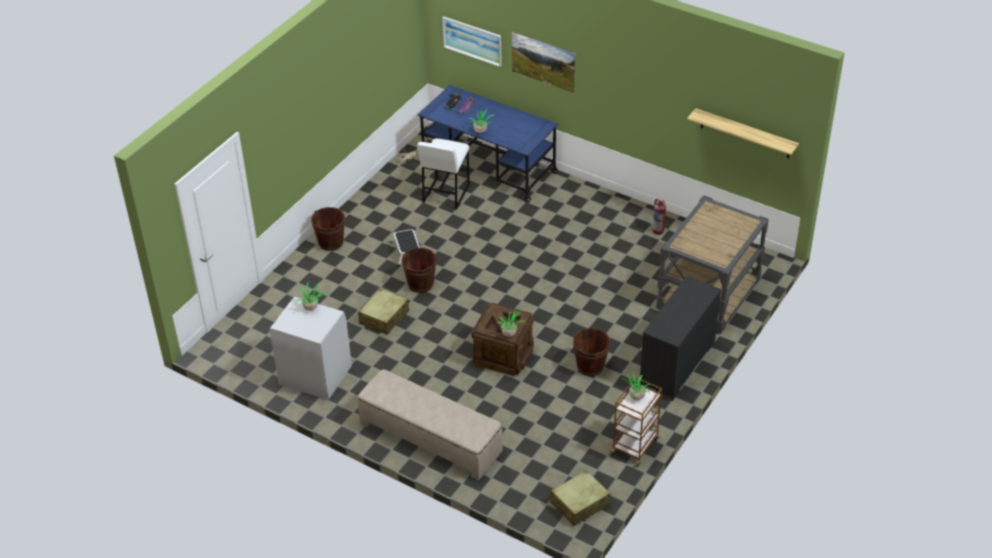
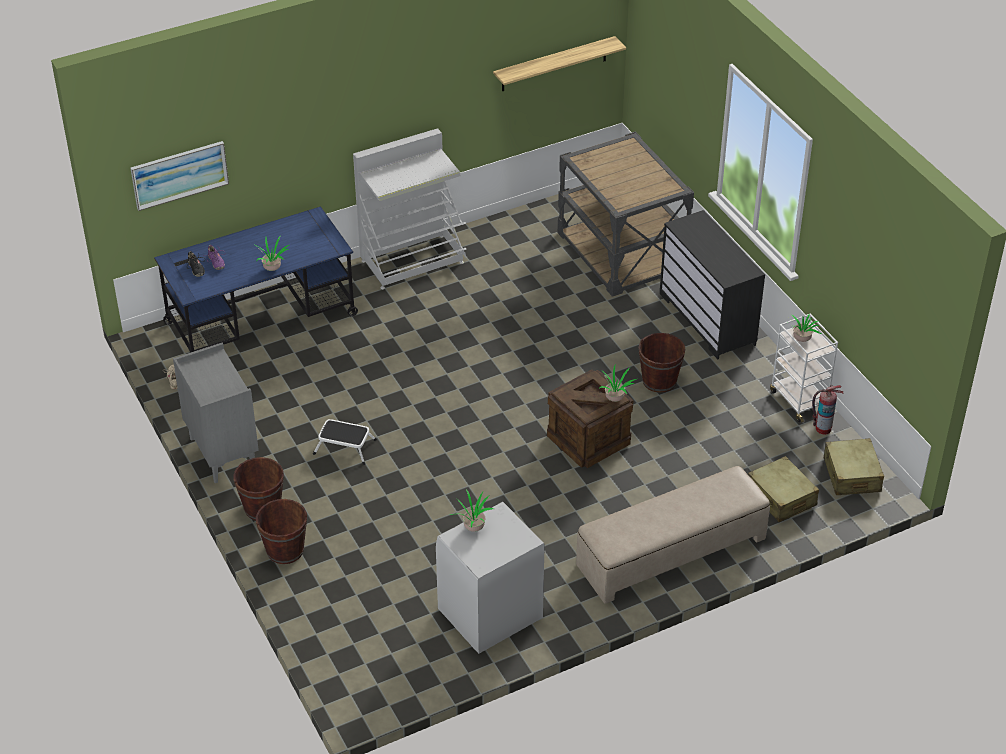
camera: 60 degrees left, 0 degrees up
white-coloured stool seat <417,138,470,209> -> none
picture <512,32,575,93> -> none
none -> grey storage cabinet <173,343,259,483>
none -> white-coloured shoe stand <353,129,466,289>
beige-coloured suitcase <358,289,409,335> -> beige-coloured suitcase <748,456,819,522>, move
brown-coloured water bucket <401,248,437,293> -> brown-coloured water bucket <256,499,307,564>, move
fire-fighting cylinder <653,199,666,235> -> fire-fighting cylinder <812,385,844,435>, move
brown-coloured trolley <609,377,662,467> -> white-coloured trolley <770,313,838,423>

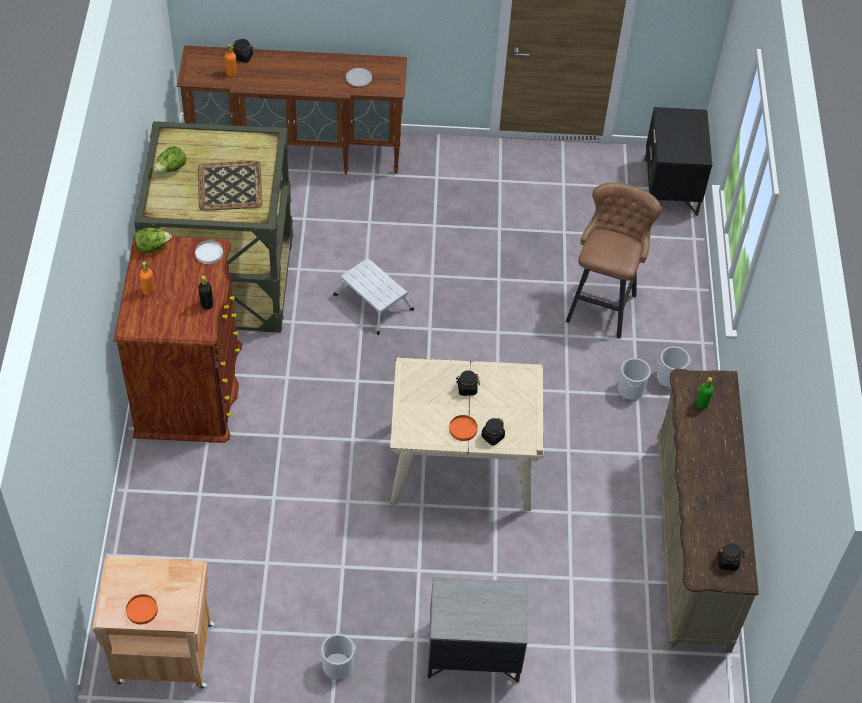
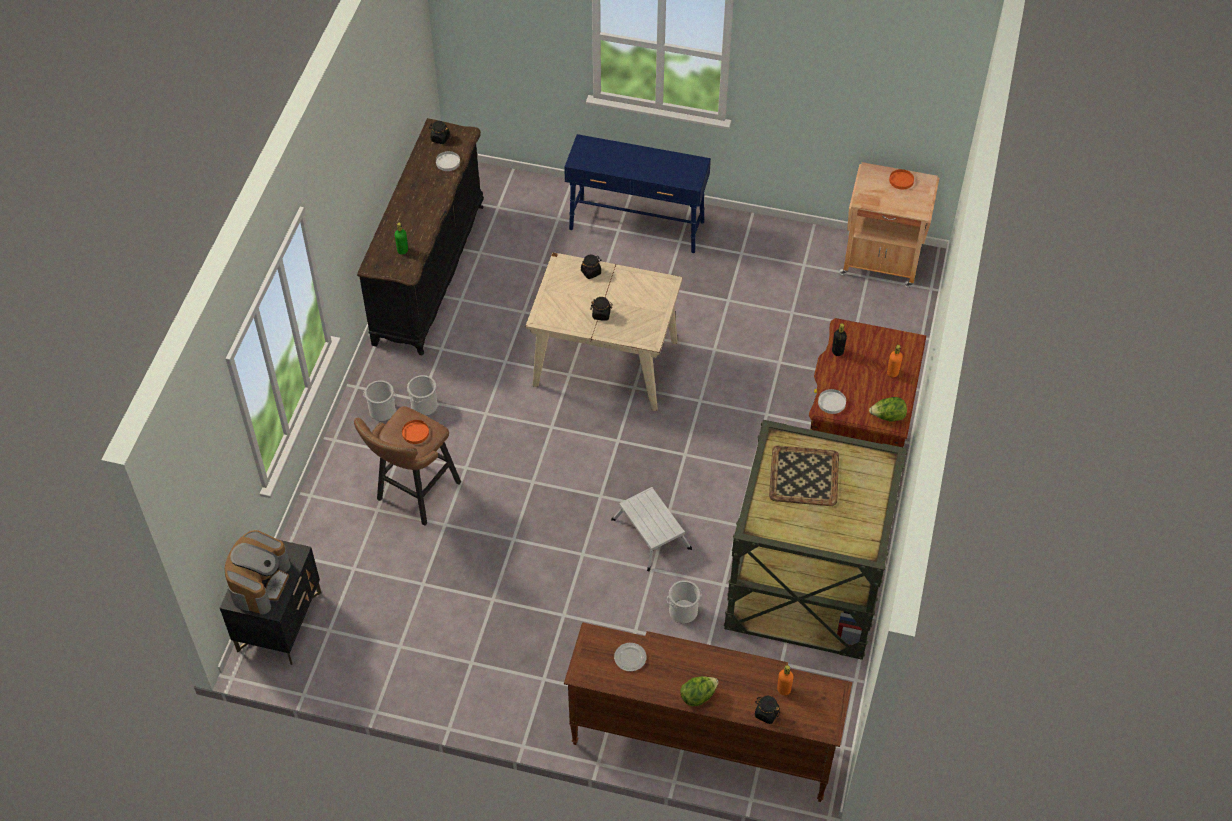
camera: 165 degrees left, 0 degrees up
none -> coffee maker <225,530,291,614>
none -> white-coloured flat dish <436,151,460,171>
lettuce <153,146,187,172> -> lettuce <680,676,719,706>, move
water bucket <320,634,356,680> -> water bucket <667,580,702,624>, move
orangey flat dish <449,415,478,441> -> orangey flat dish <402,420,429,444>, move
grey nightstand <428,578,527,683> -> blue-coloured console table <564,134,711,253>
beige-coloured storage cabinet <656,368,758,653> -> black storage cabinet <357,118,484,355>

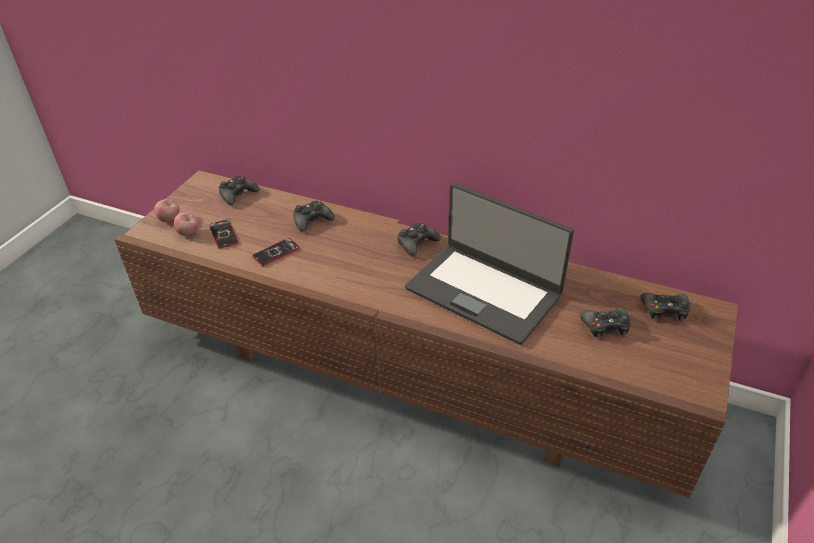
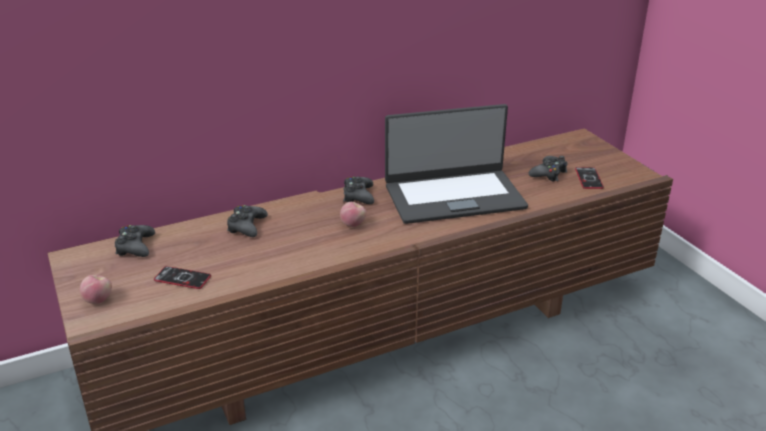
camera: 50 degrees left, 10 degrees down
black joypad <640,293,690,322> -> none
apple fruit <174,213,199,236> -> apple fruit <340,202,367,227>, move
handset <252,238,300,266> -> handset <575,167,604,189>, move

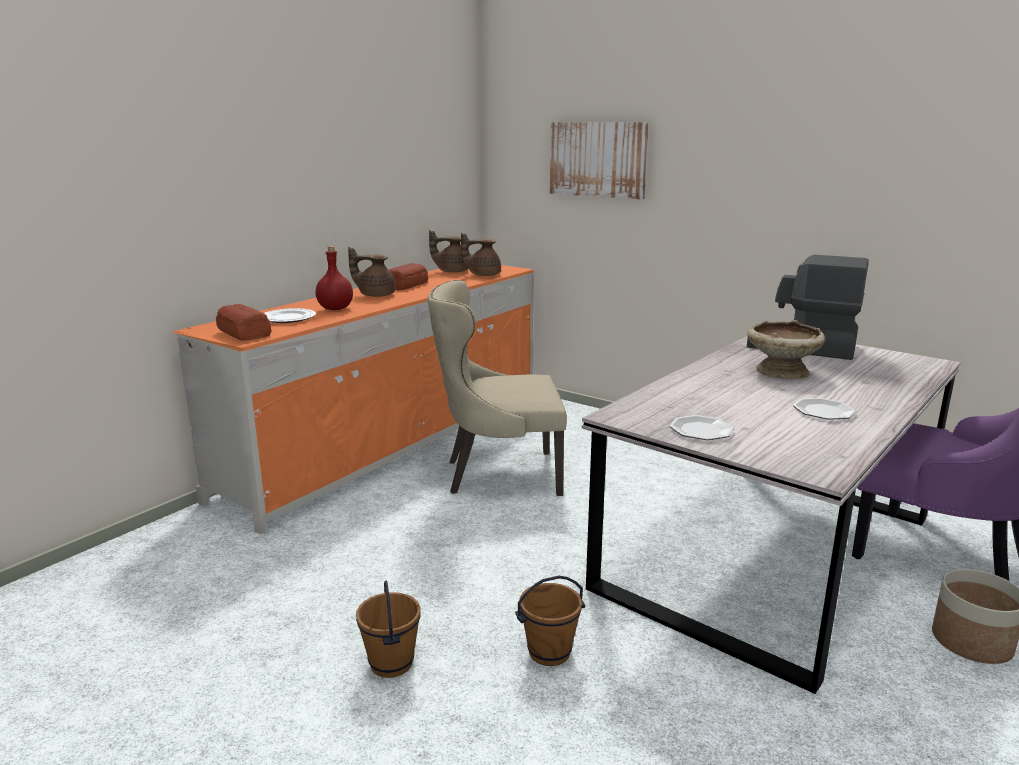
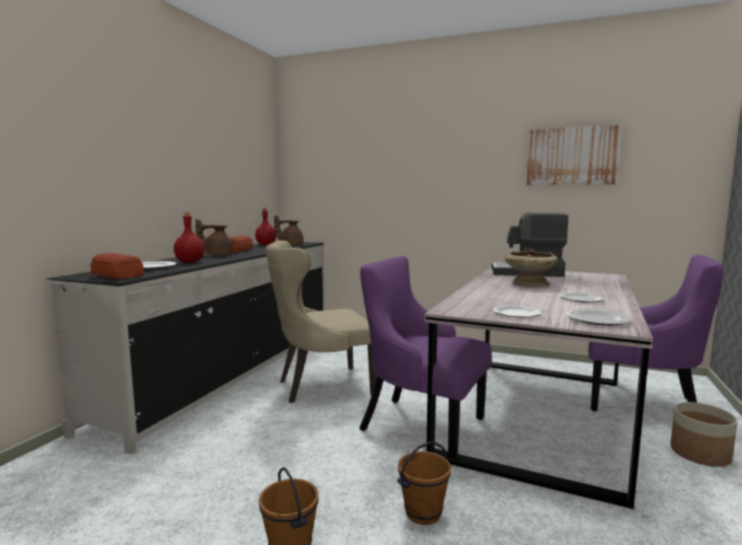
camera: 15 degrees left, 10 degrees down
none -> purple-coloured chair <359,256,492,459>
none -> flat dish <566,309,632,326>
picture <550,122,649,199> -> picture <526,125,622,185>, move
brown-coloured pot for tea <429,230,468,273> -> red-coloured beverage bottle <255,208,276,245>
orangey storage cabinet <172,265,534,535> -> black storage cabinet <47,241,324,454>

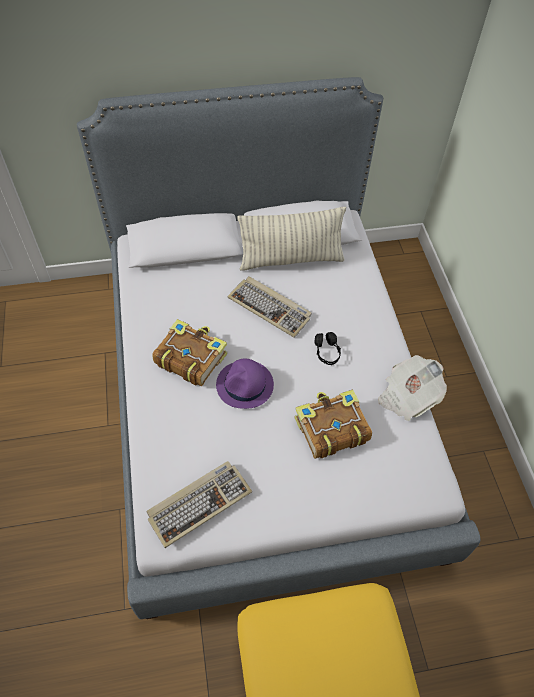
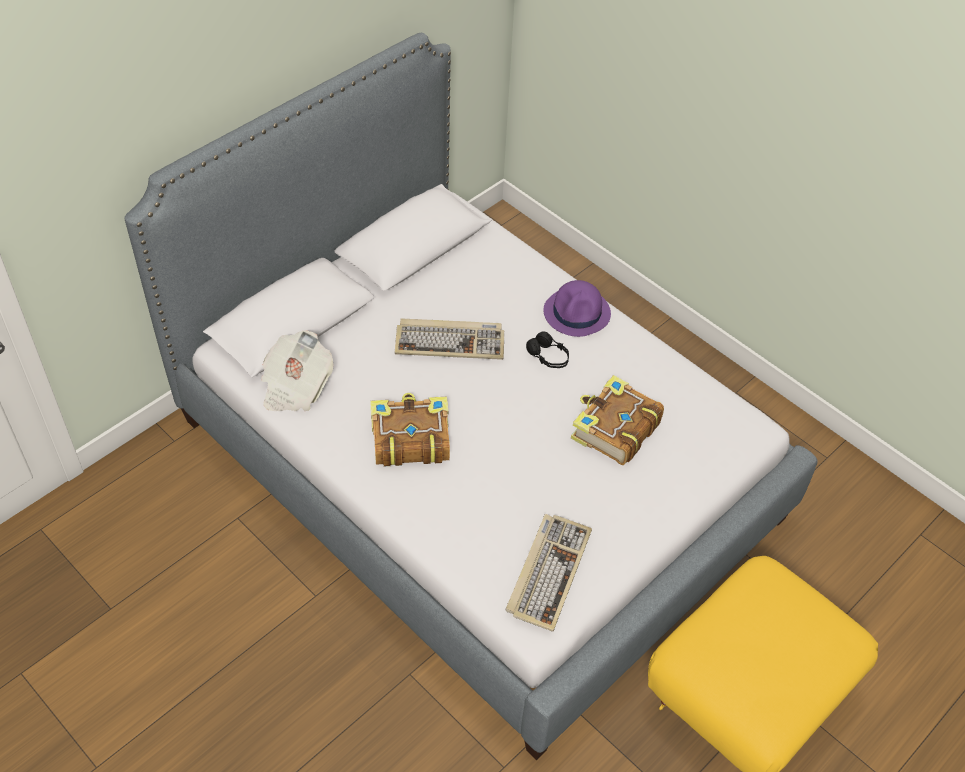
camera: 35 degrees left, 5 degrees down
throw pillow <237,207,346,271> -> none
purple-coloured clothing hat <216,359,274,409> -> purple-coloured clothing hat <544,280,611,337>, move
daily paper <378,355,447,421> -> daily paper <261,330,334,411>, move

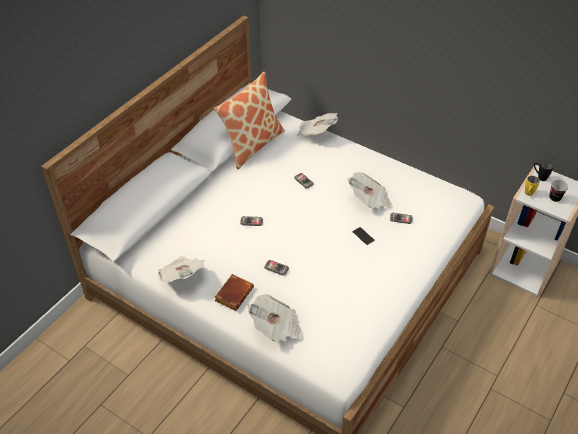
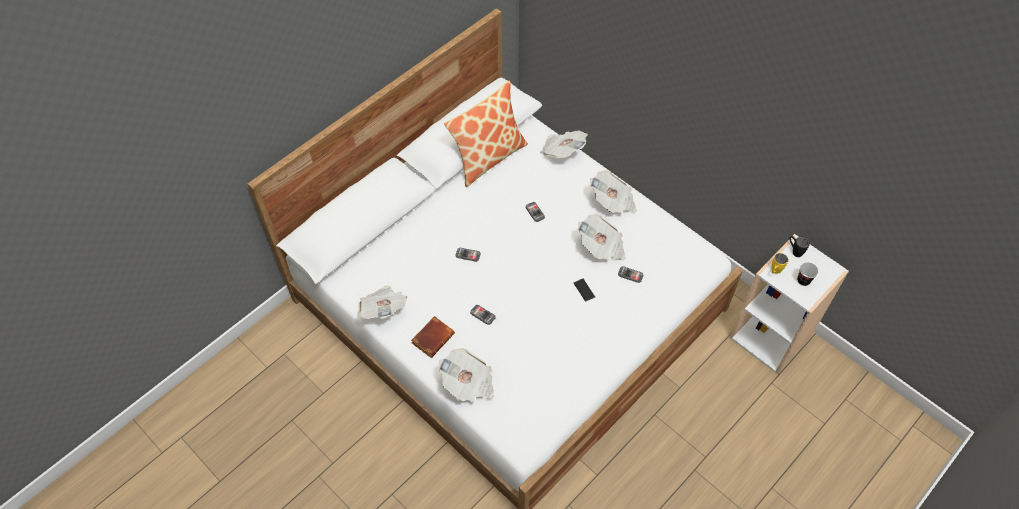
camera: 10 degrees right, 10 degrees up
none -> daily paper <590,171,637,214>

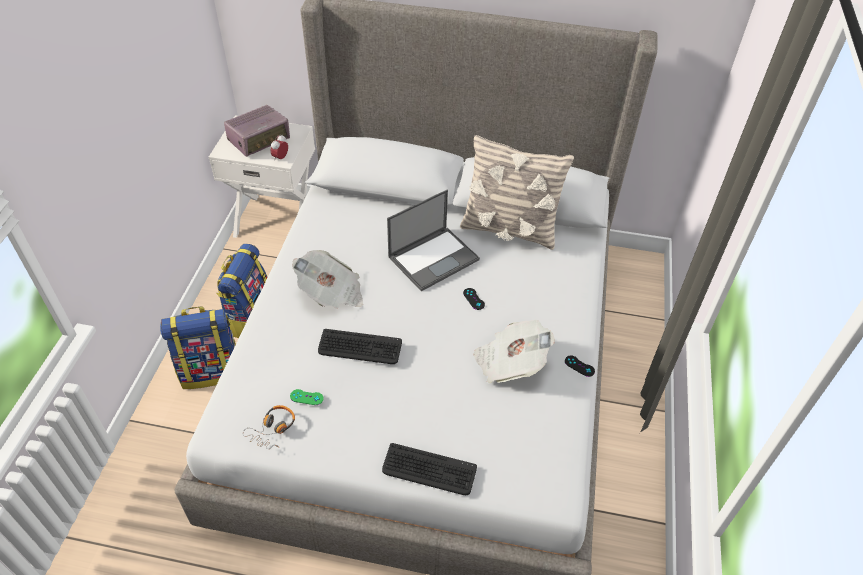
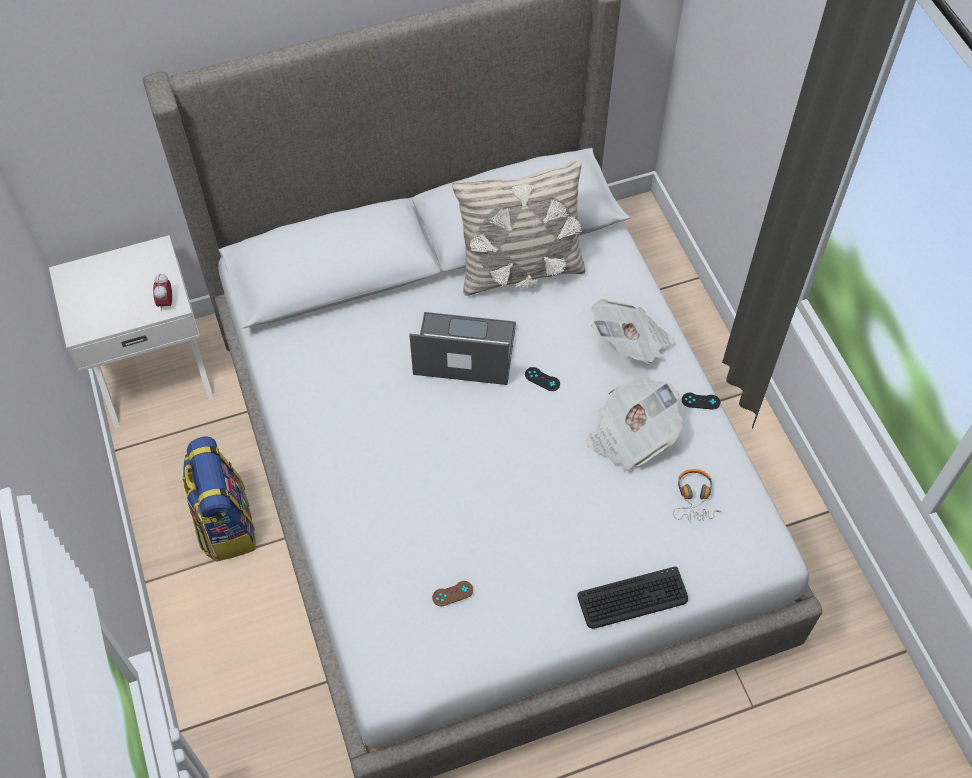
camera: 30 degrees left, 10 degrees up
rucksack <160,306,236,389> -> none
radio <224,105,290,157> -> none
PC keyboard <318,329,402,364> -> none
headset <243,405,295,449> -> headset <673,469,719,522>, move
daily paper <292,250,363,309> -> daily paper <591,299,675,363>, move
greenish joypad <290,389,324,405> -> brown-coloured joypad <432,581,473,606>
portable computer <387,190,480,291> -> portable computer <409,312,516,385>, 105 degrees counterclockwise

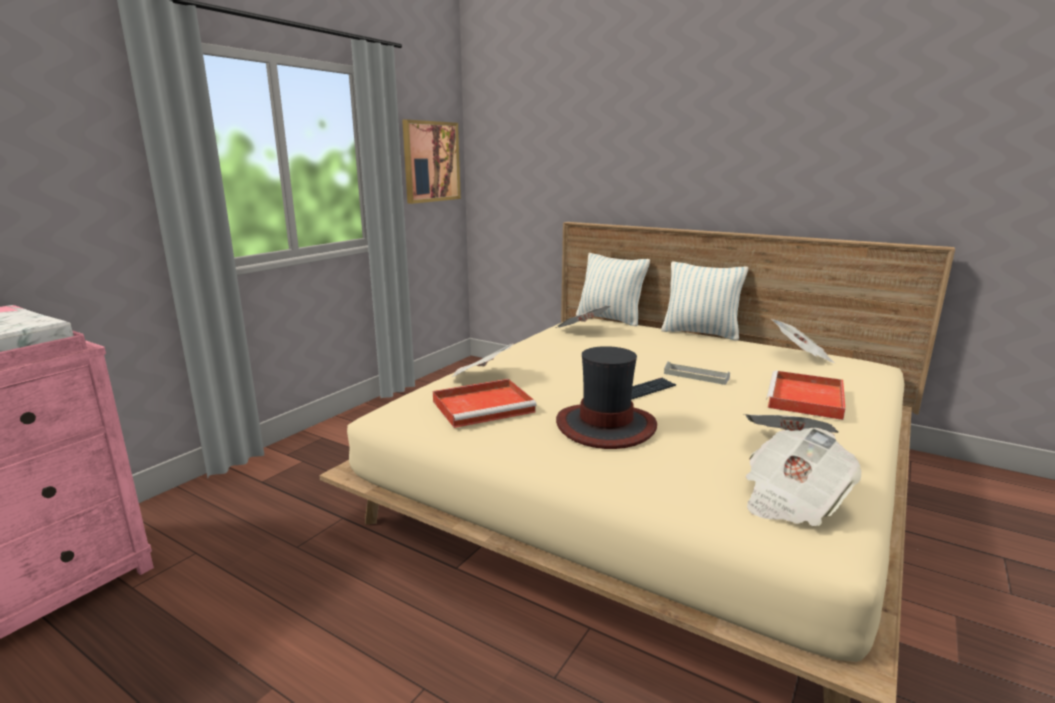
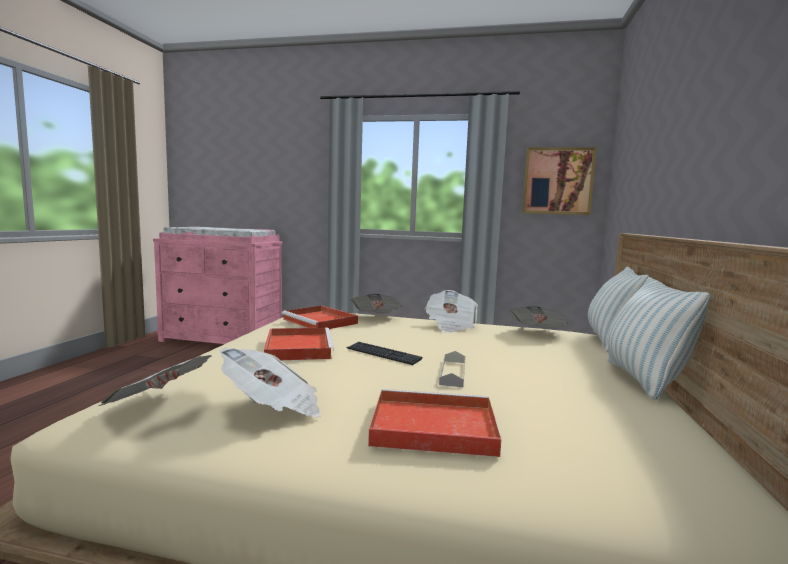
camera: 70 degrees right, 10 degrees down
daily paper <771,319,835,363> -> daily paper <425,290,478,333>, move
clothing hat <556,346,657,449> -> red-coloured tray <264,327,334,360>

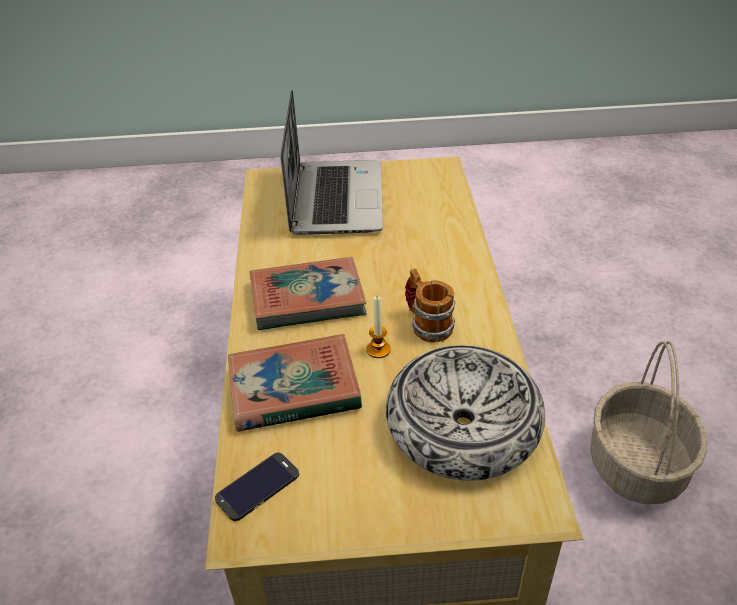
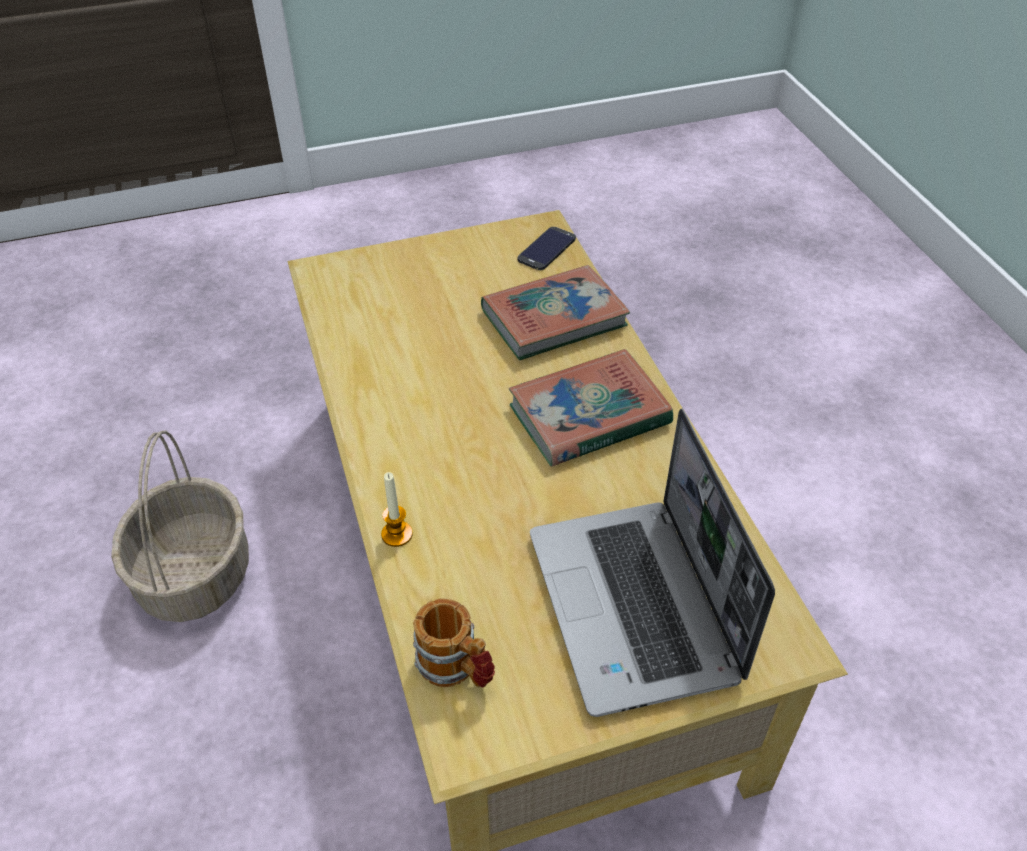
camera: 165 degrees right, 5 degrees up
deep dish <386,345,545,481> -> none
wax light <367,296,390,358> -> wax light <381,472,413,547>, move
tea mug <405,268,455,343> -> tea mug <413,598,495,688>, move

